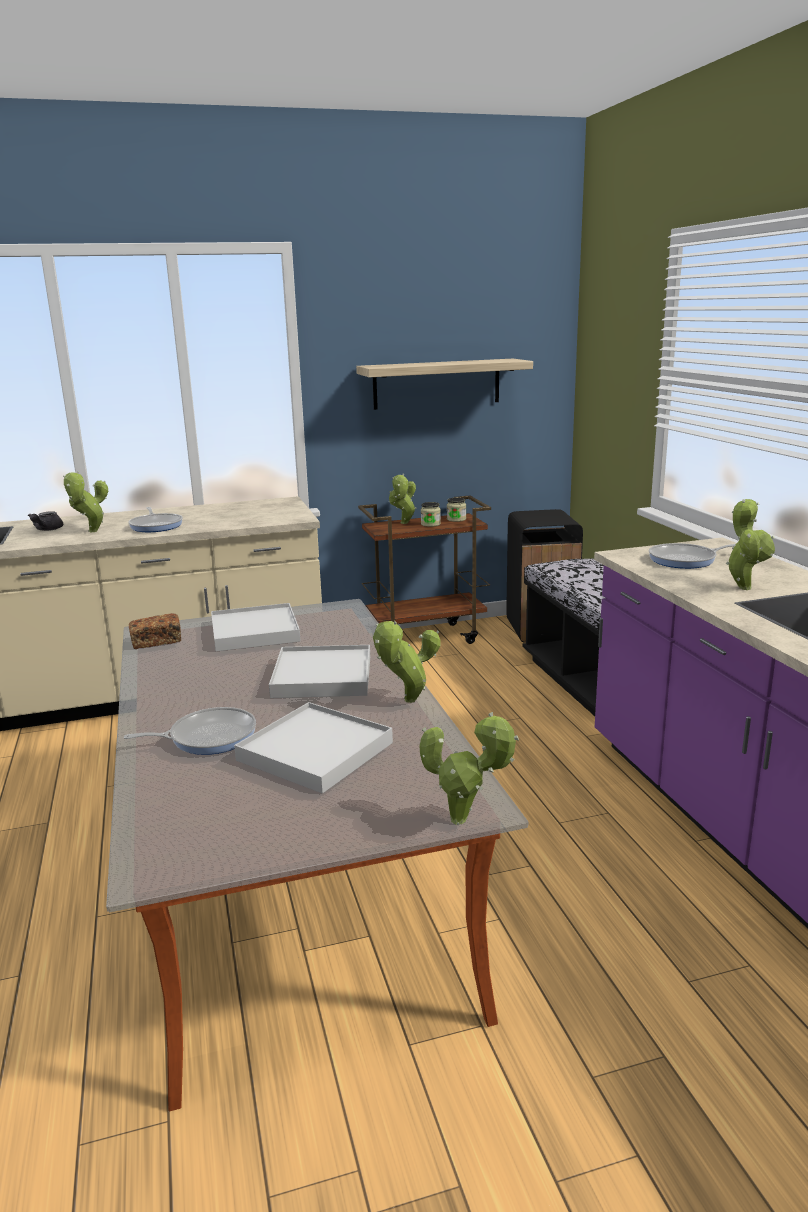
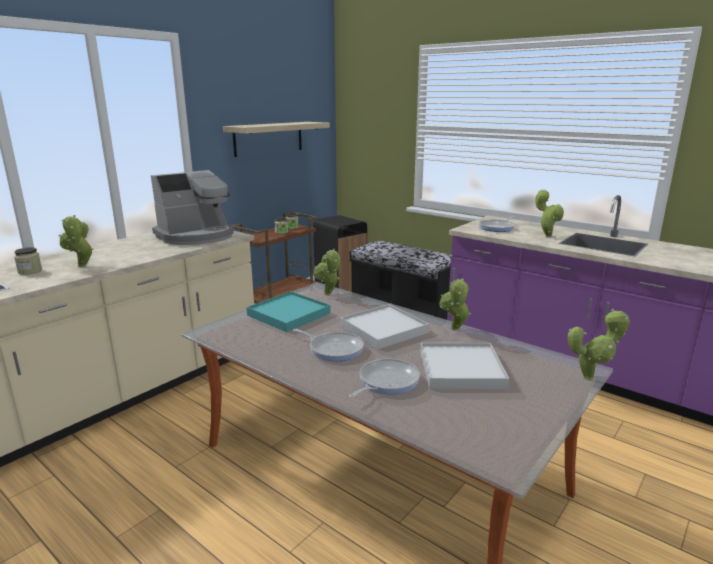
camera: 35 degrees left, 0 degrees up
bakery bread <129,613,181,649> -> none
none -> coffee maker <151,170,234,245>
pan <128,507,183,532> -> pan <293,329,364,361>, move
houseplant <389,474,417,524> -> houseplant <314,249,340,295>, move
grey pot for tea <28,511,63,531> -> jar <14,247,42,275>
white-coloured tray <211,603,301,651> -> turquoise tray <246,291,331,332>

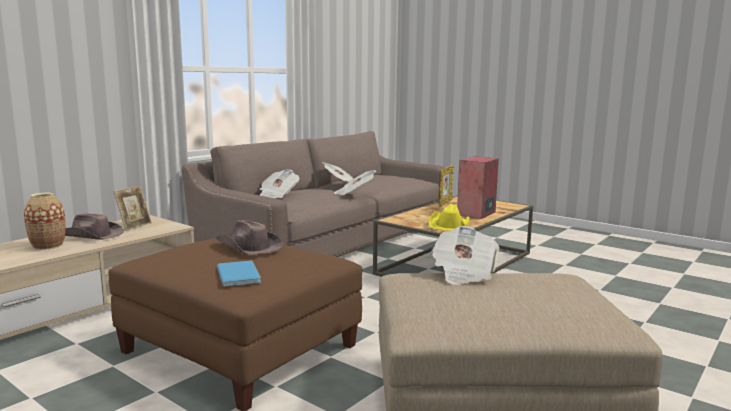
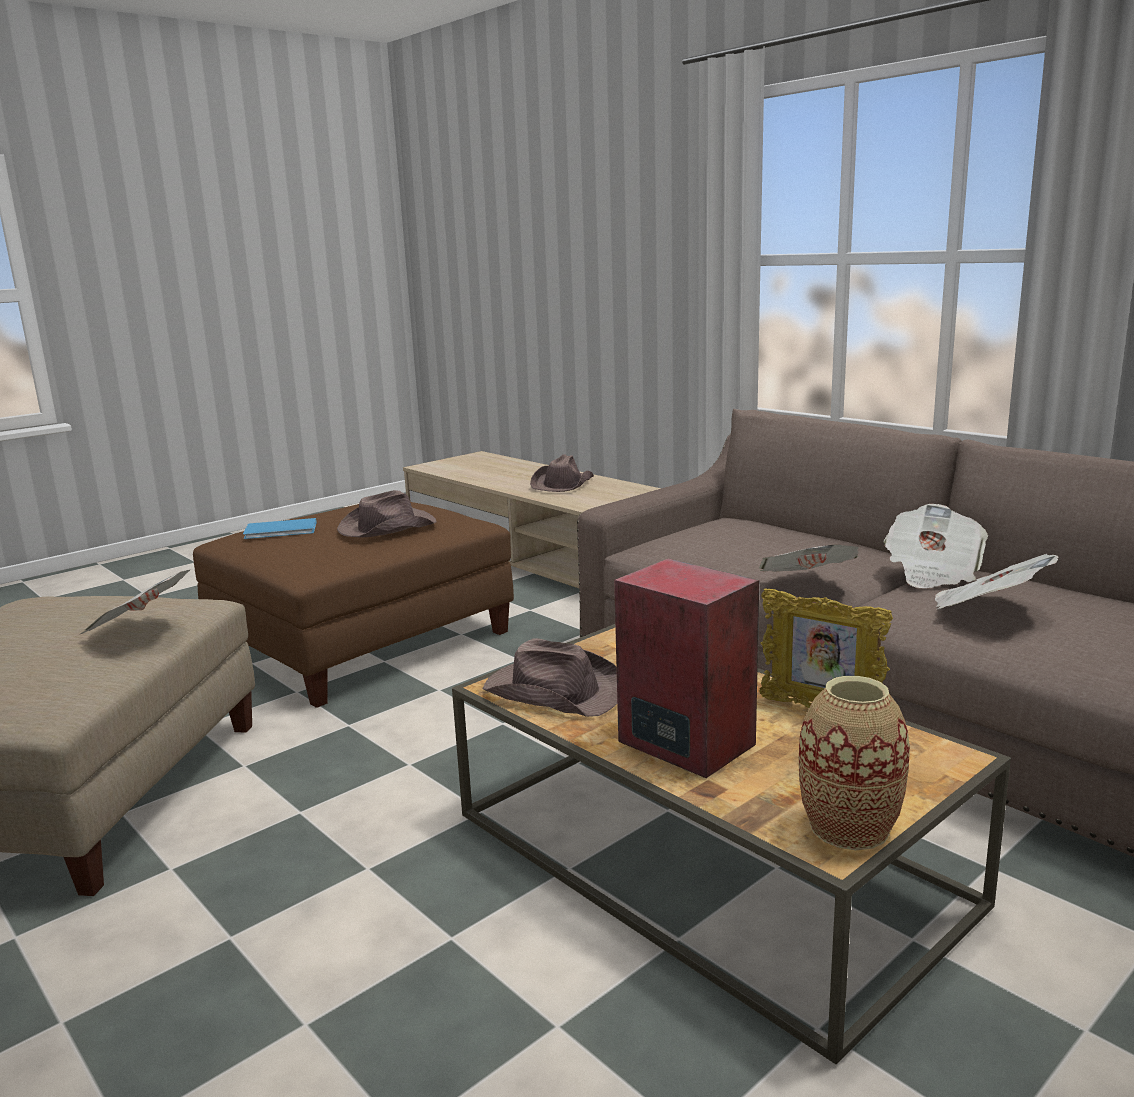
camera: 100 degrees right, 5 degrees up
photo frame <114,186,152,231> -> none
flower vase <24,193,66,250> -> flower vase <799,676,910,850>, move
daily paper <259,169,299,199> -> daily paper <935,554,1058,609>, move
yellow clothing hat <429,204,470,231> -> brown-coloured clothing hat <483,638,617,717>

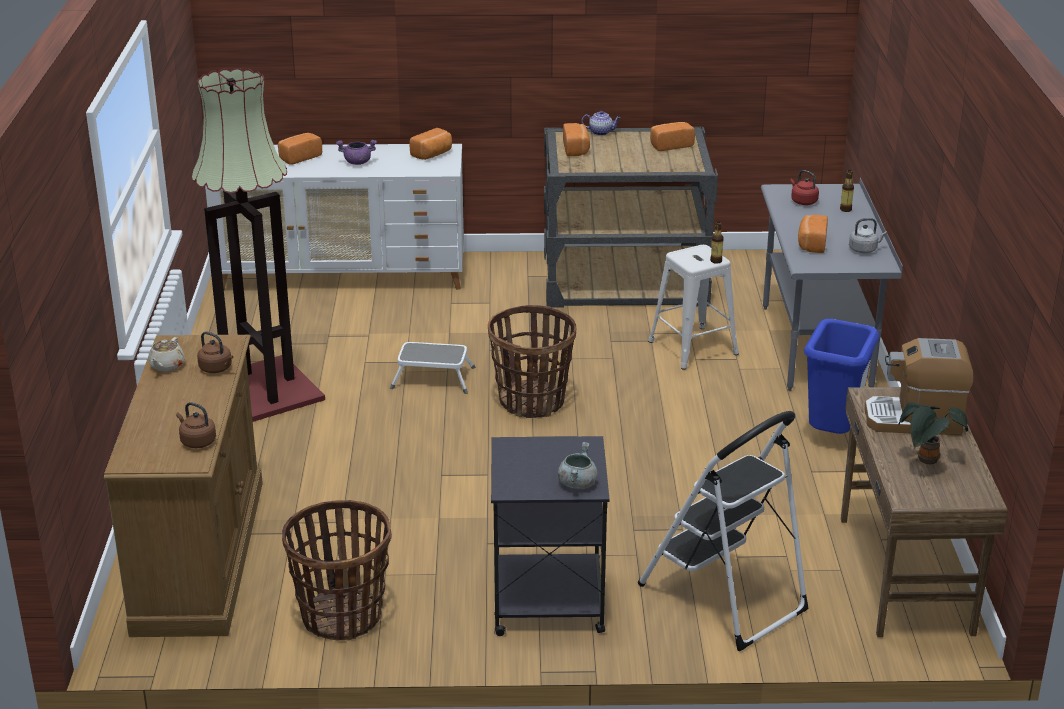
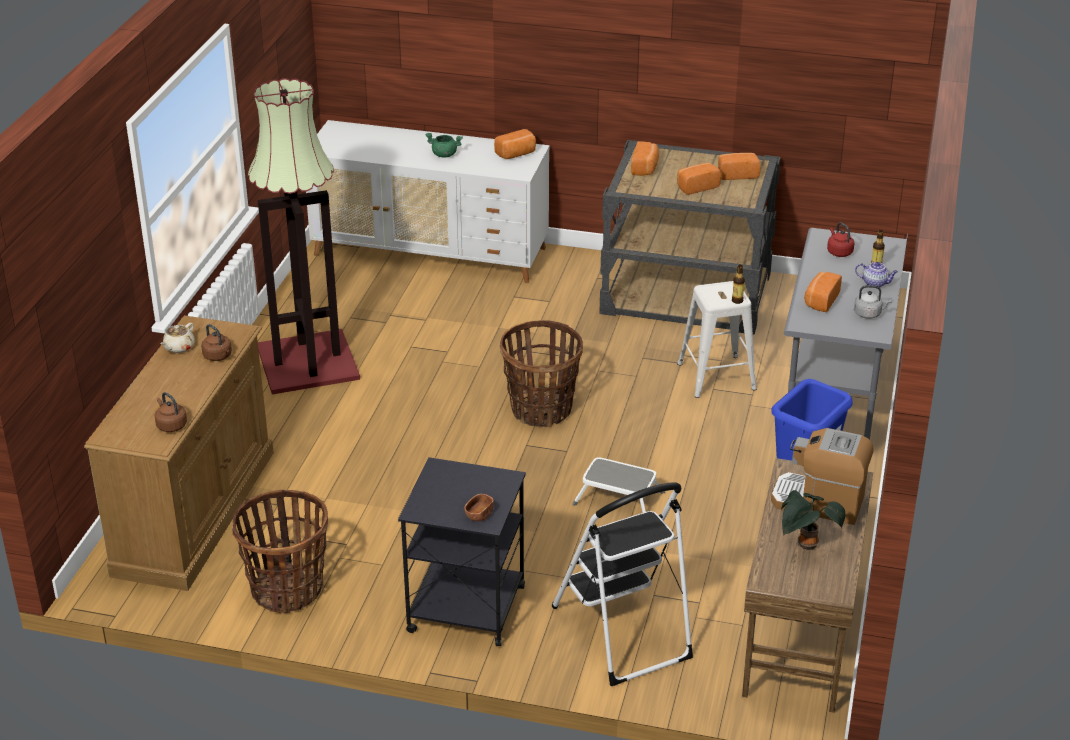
camera: 15 degrees right, 5 degrees up
bakery bread <278,133,322,165> -> bakery bread <677,163,721,195>, move
grey stepladder <390,342,476,394> -> grey stepladder <572,457,665,513>, move
pot for tea <582,111,621,136> -> pot for tea <855,262,898,288>, move
grey saucepot <558,442,597,489> -> brown-coloured deep dish <464,494,494,521>
purple-coloured saucepot <336,140,377,165> -> greenish saucepot <425,133,463,158>

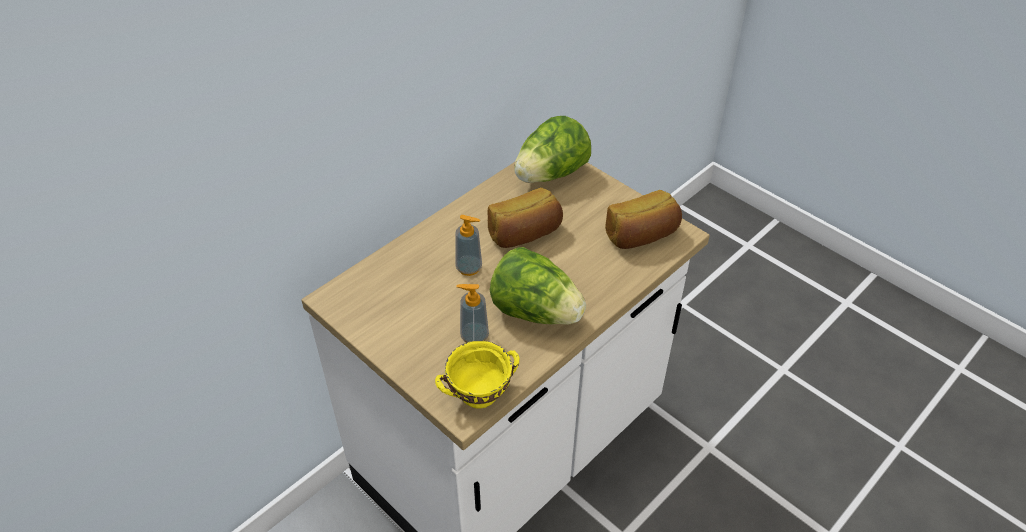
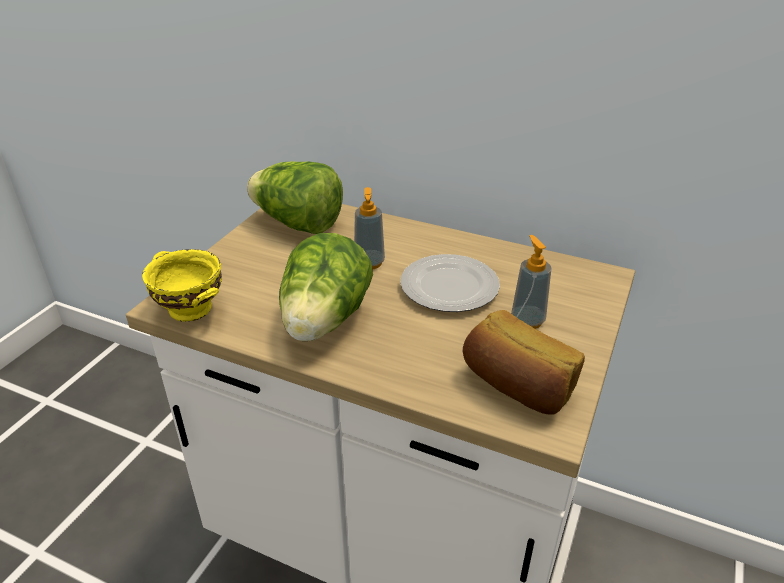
camera: 70 degrees right, 10 degrees down
soap bottle <456,284,489,343> -> soap bottle <511,235,552,329>, move
lettuce <514,116,591,183> -> lettuce <247,162,343,234>, move
bakery bread <488,188,563,248> -> flat dish <401,254,500,312>

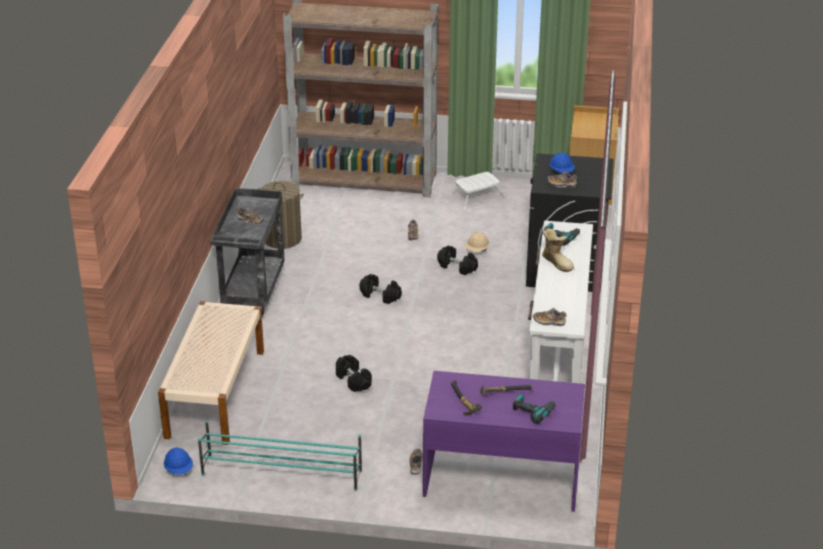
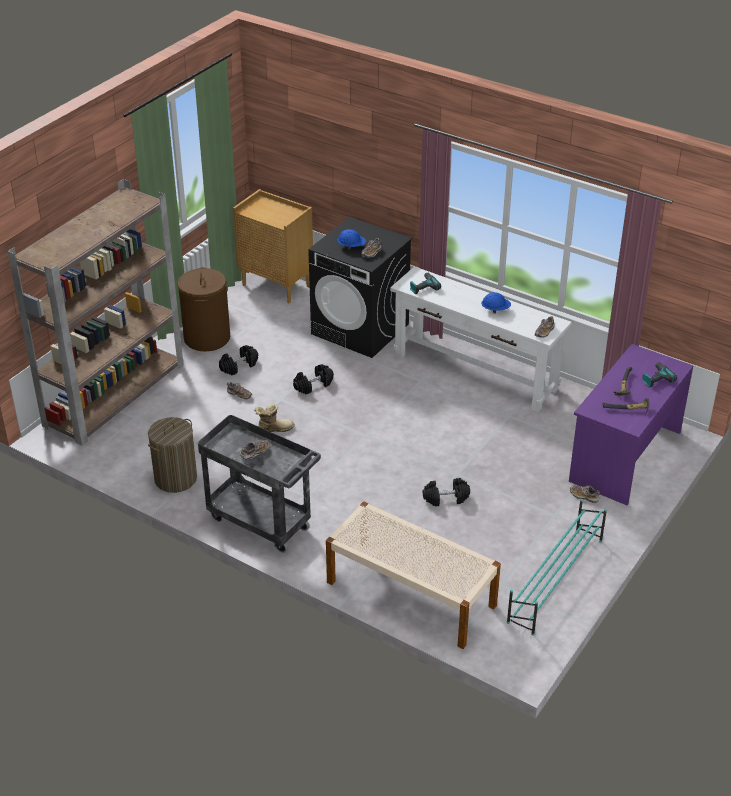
camera: 65 degrees left, 5 degrees up
beige-coloured hard hat <465,232,489,252> -> none
blue-coloured hard hat <164,448,193,475> -> blue-coloured hard hat <481,292,511,313>, move
black free weight <359,274,402,304> -> black free weight <219,345,258,375>, move
tall boot <542,229,574,272> -> tall boot <254,404,295,432>, move
white-coloured stepladder <449,172,505,209> -> brown-coloured laundry basket <177,267,230,351>

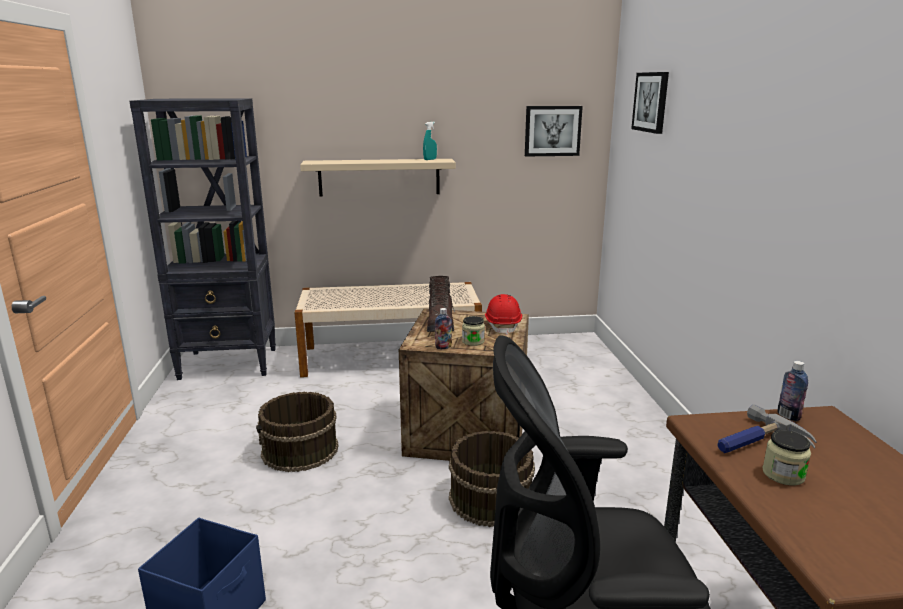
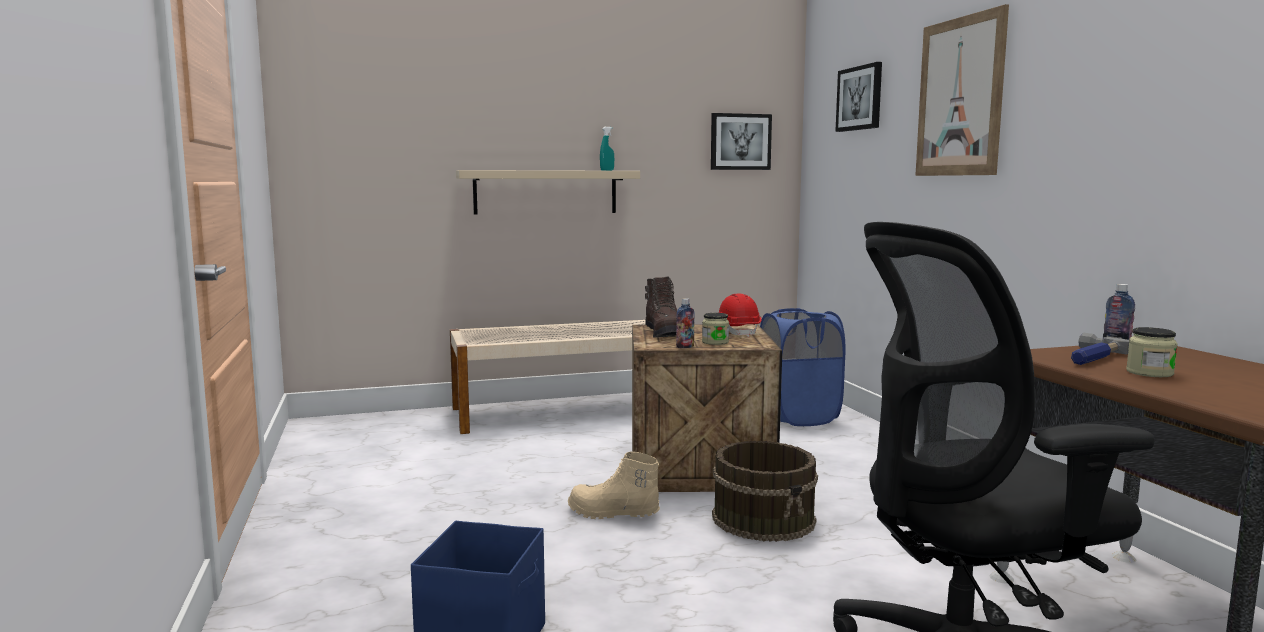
camera: 10 degrees left, 10 degrees down
black bookcase <129,98,276,380> -> none
brown-coloured water bucket <256,392,338,472> -> none
none -> beige-coloured tall boot <568,451,660,519>
none -> blue-coloured laundry basket <760,308,845,426>
none -> picture <915,4,1009,176>

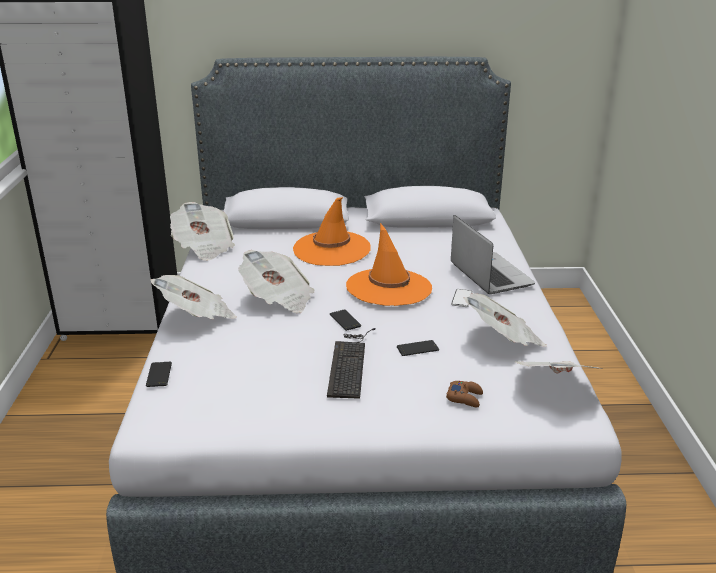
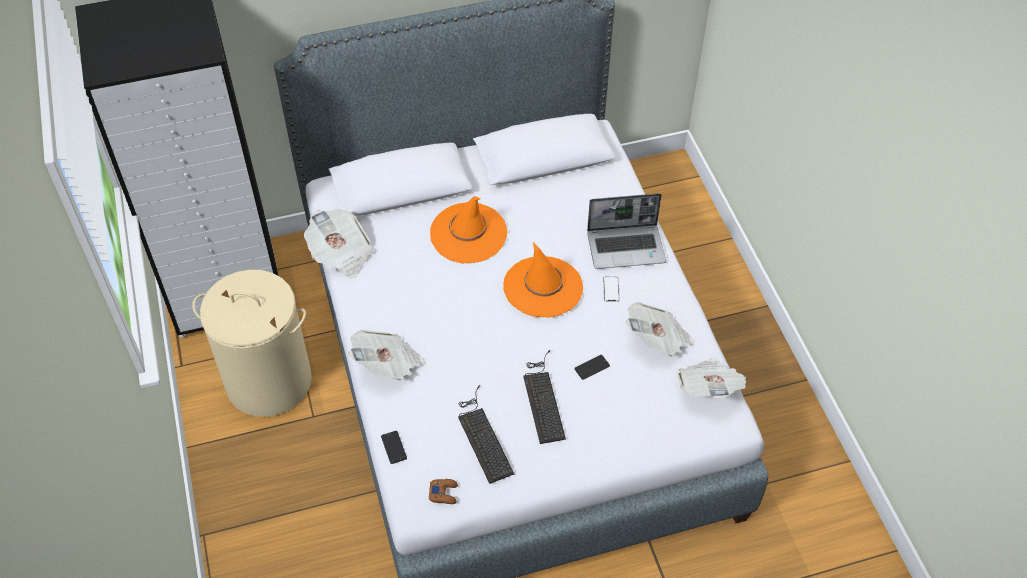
camera: 15 degrees left, 25 degrees up
daily paper <238,250,315,313> -> none
handset <330,310,361,331> -> none
none -> beige-coloured laundry basket <192,270,312,417>
none -> PC keyboard <458,385,514,484>
brown-coloured joypad <446,381,483,407> -> brown-coloured joypad <429,479,458,504>, move
portable computer <451,215,535,294> -> portable computer <587,193,666,269>, 120 degrees clockwise

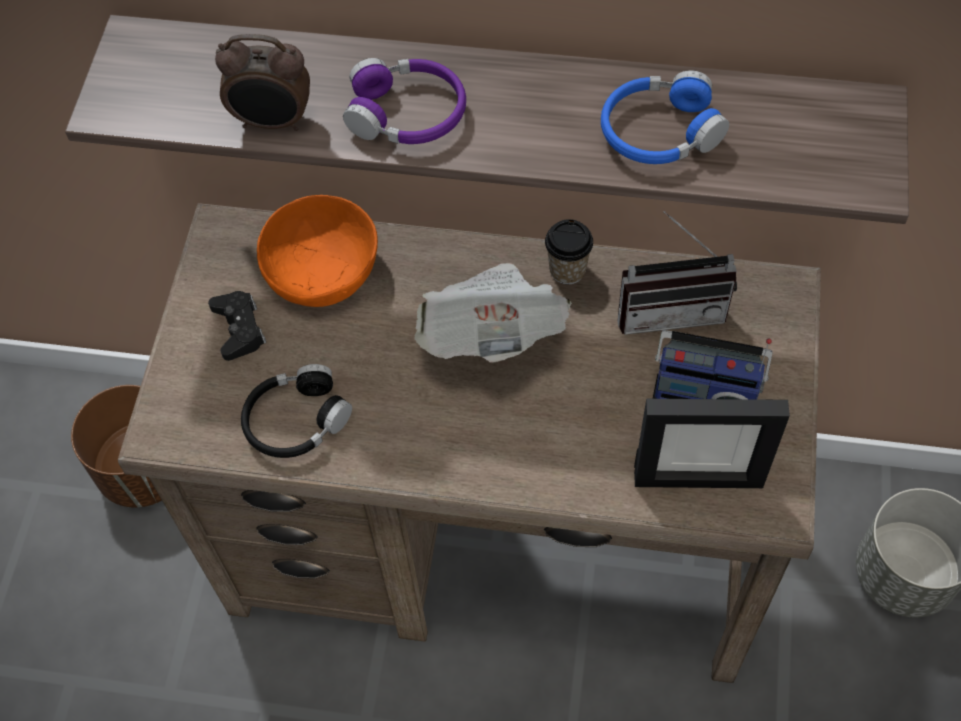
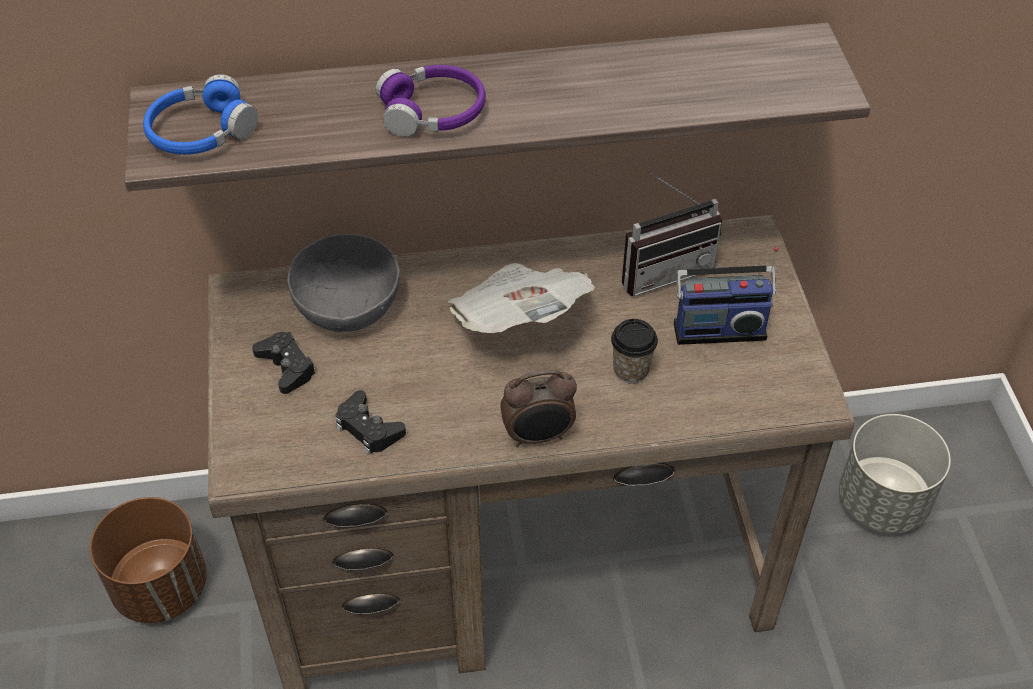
camera: 20 degrees left, 10 degrees down
photo frame <634,399,790,488> -> none
alarm clock <215,34,310,131> -> alarm clock <500,369,577,447>, move
drinking cup <545,219,593,284> -> drinking cup <611,319,658,384>, move
blue-coloured headset <601,70,729,164> -> blue-coloured headset <143,74,258,155>, move
black headset <241,364,352,458> -> black joypad <335,390,406,455>
orangey deep dish <257,195,378,307> -> grey deep dish <287,234,400,332>

